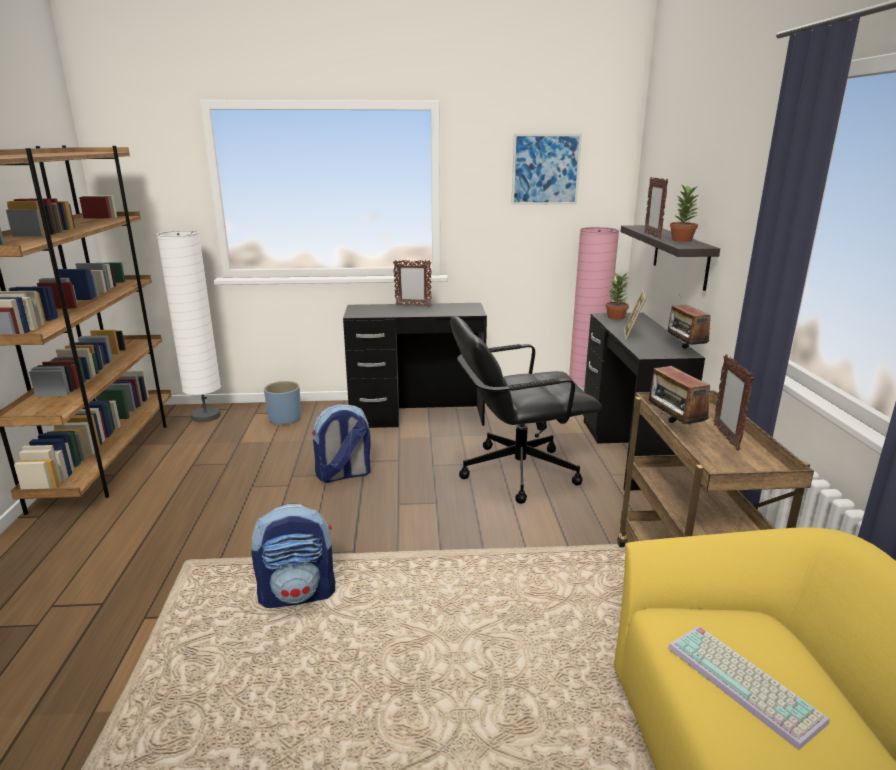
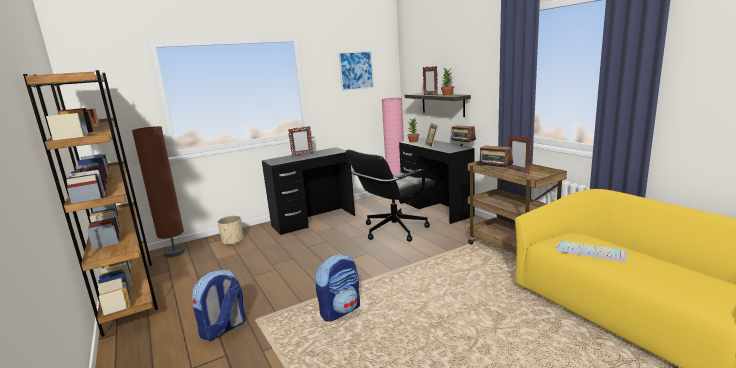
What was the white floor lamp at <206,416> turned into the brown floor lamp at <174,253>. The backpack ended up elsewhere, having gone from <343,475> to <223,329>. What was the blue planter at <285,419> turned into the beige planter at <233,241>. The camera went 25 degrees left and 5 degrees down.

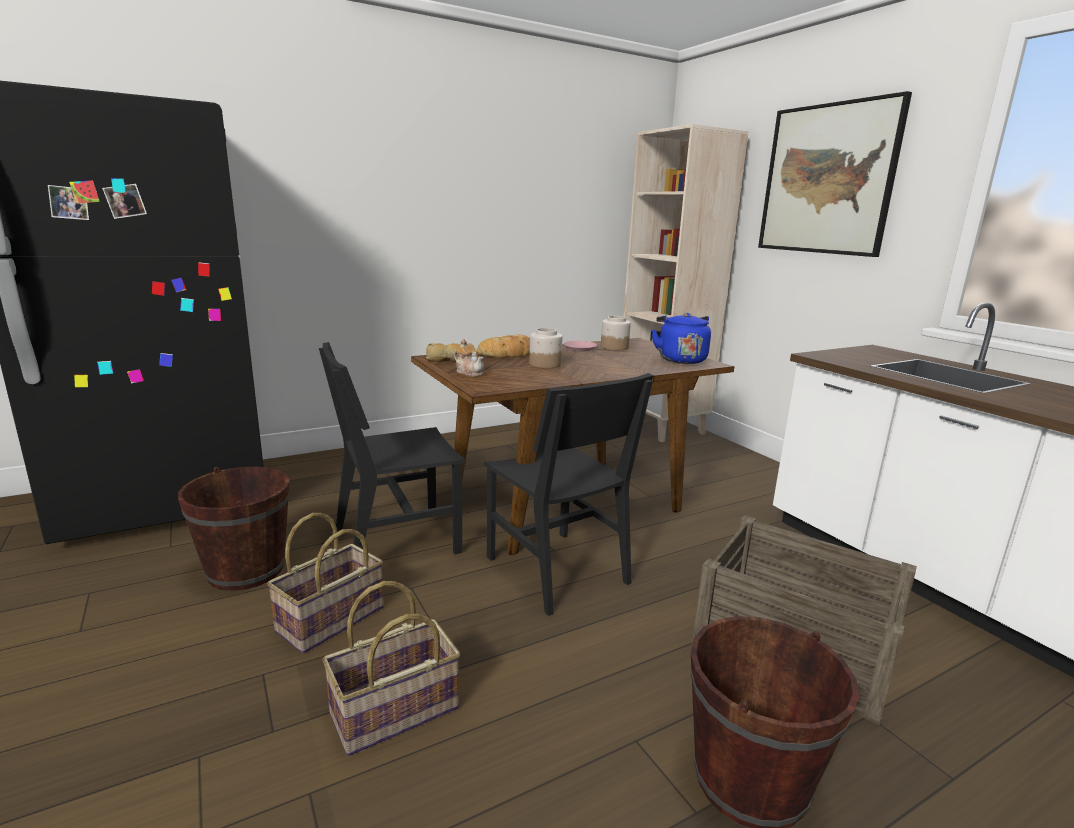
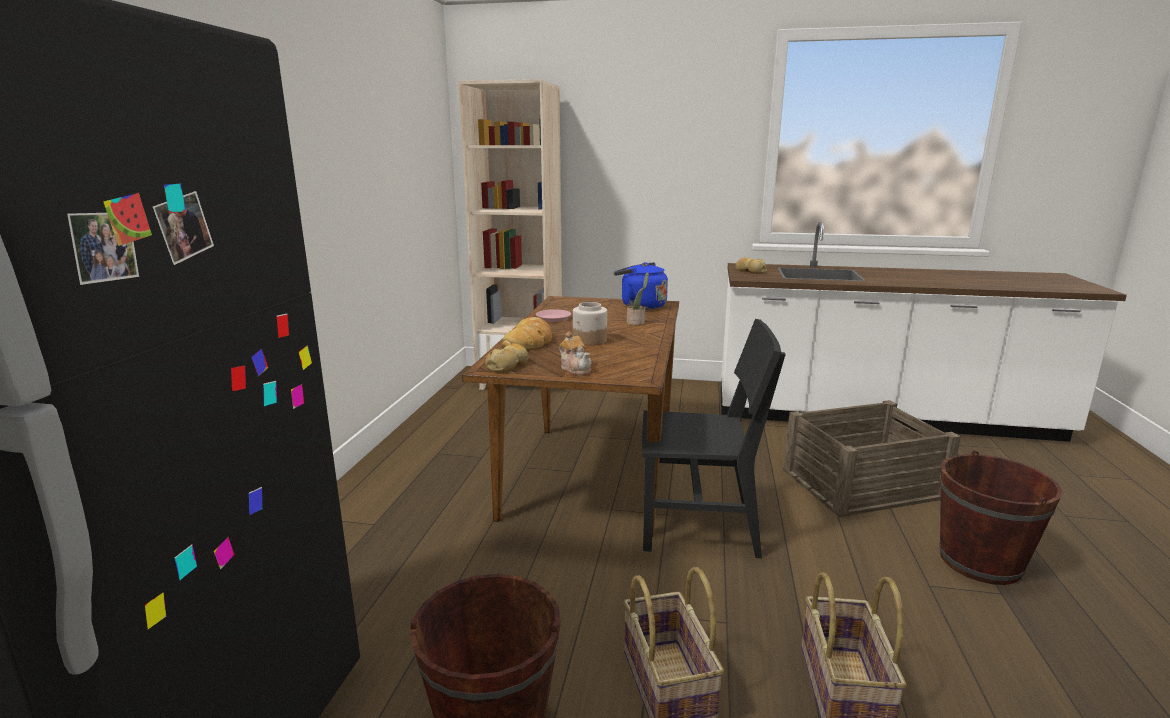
The teapot at <469,372> ended up facing another way, 60 degrees clockwise from before. The second view gained the potted plant at <637,323>. The second view gained the bread at <750,271>. The second view lost the black chair at <396,541>. The second view lost the jar at <614,347>. The second view lost the picture at <827,180>. The camera went 50 degrees left and 0 degrees up.

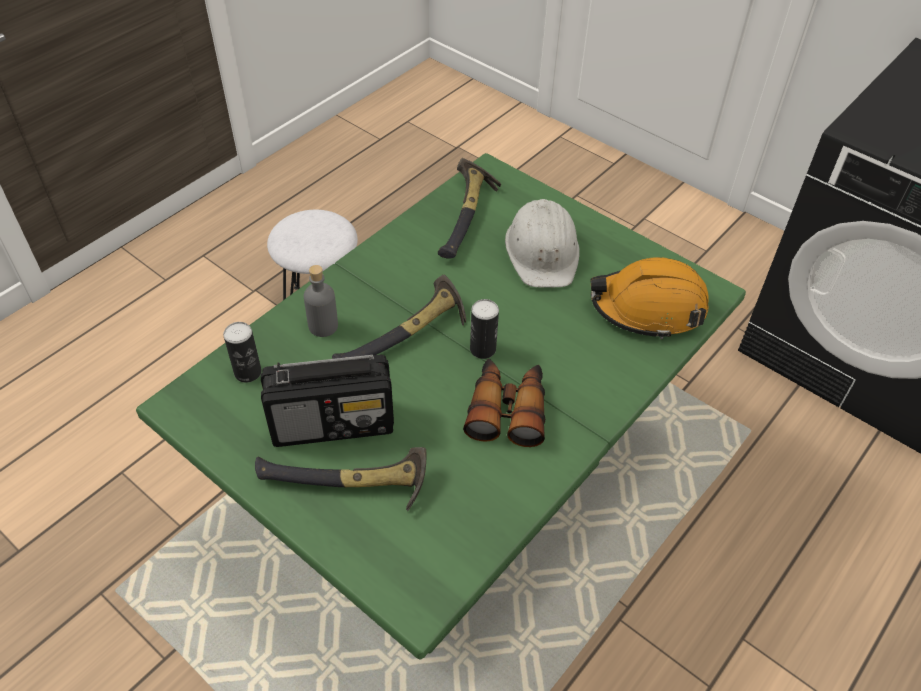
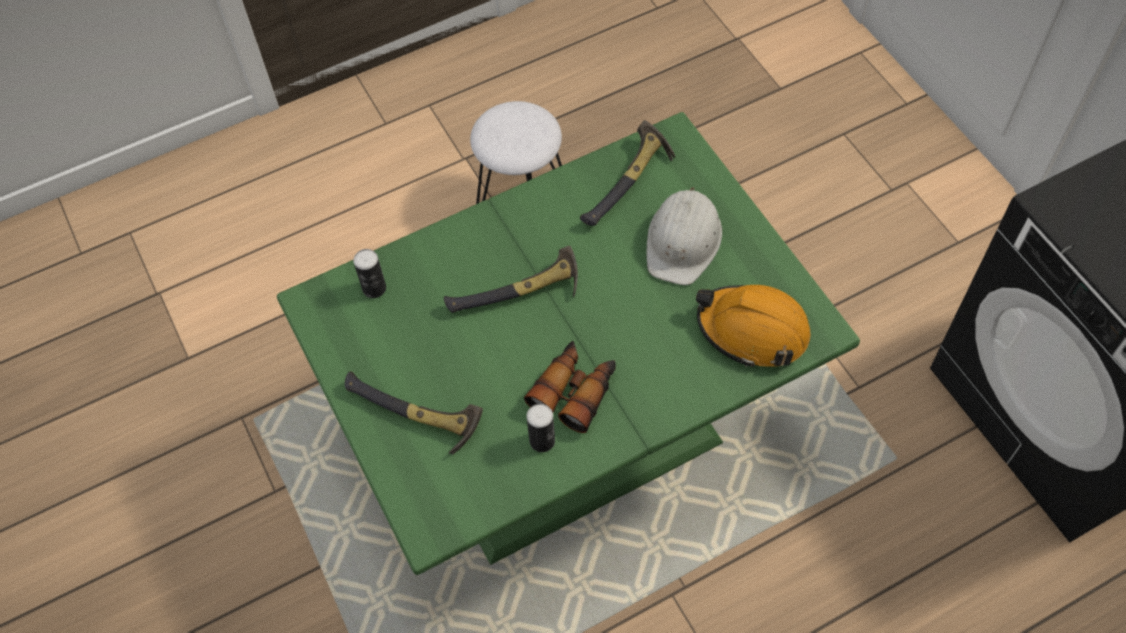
The can ended up elsewhere, having gone from <482,349> to <542,441>. The second view lost the radio at <334,424>. The second view lost the grey bottle at <323,326>. The camera went 25 degrees right and 10 degrees up.

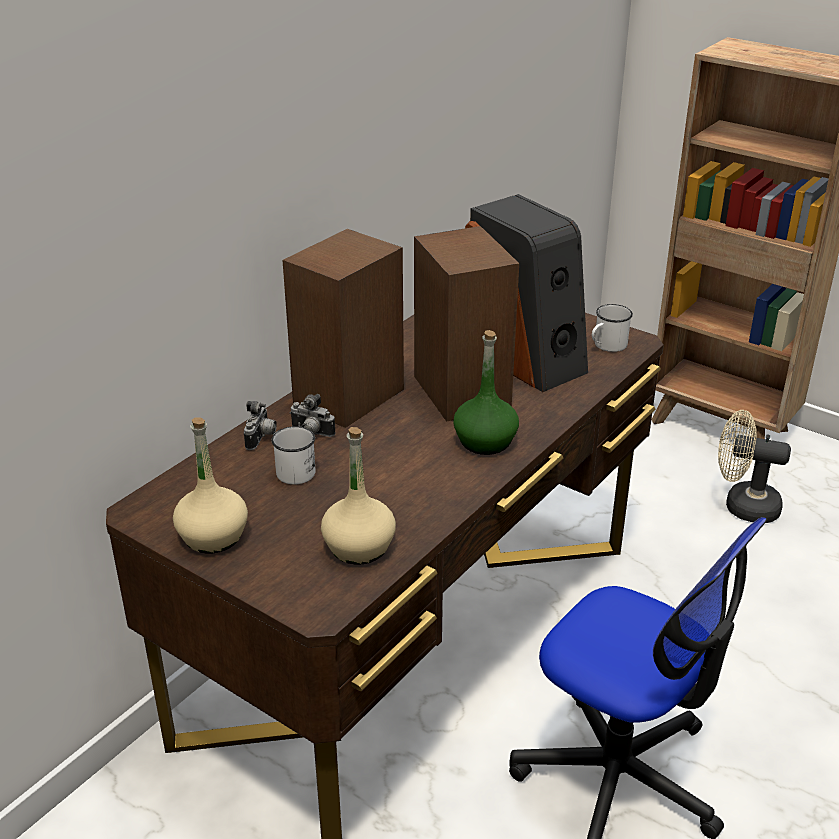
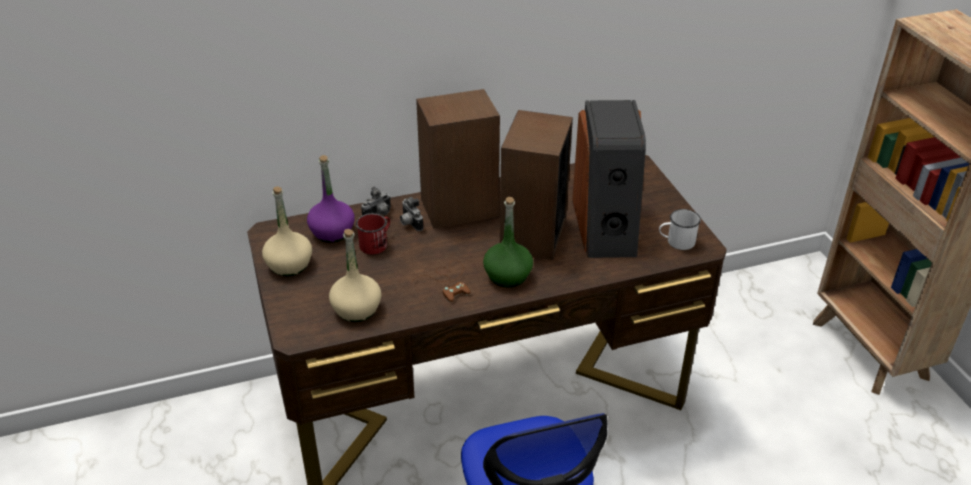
The second view gained the purple bottle at <332,232>. What was the white mug at <297,469> turned into the red mug at <376,243>. The second view gained the brown game controller at <448,281>. The second view lost the beige fan at <742,506>. The camera went 35 degrees right and 5 degrees up.

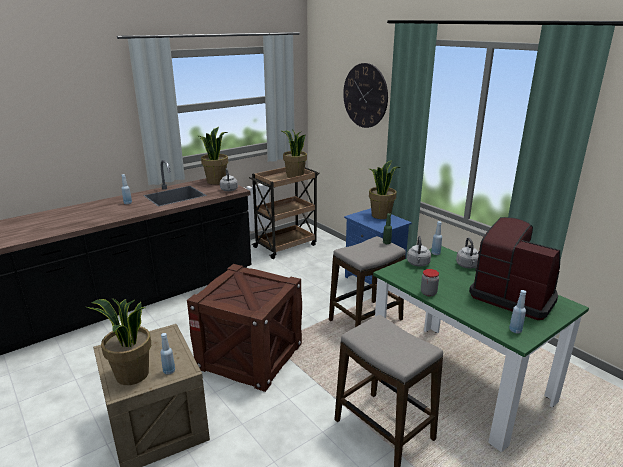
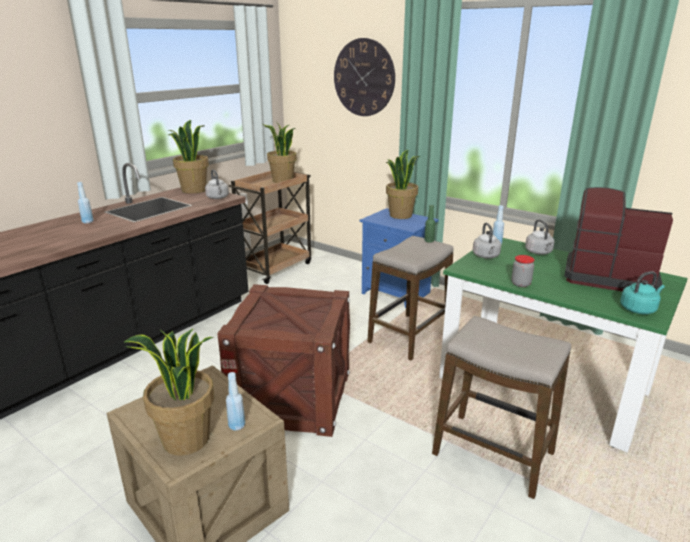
Where the blue bottle stood at <515,330>, the turquoise kettle came to stand at <639,309>. The camera went 15 degrees left and 0 degrees up.

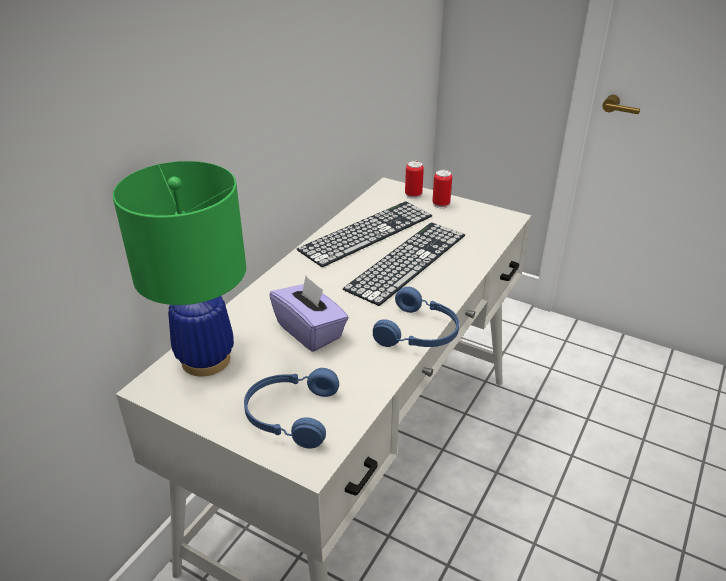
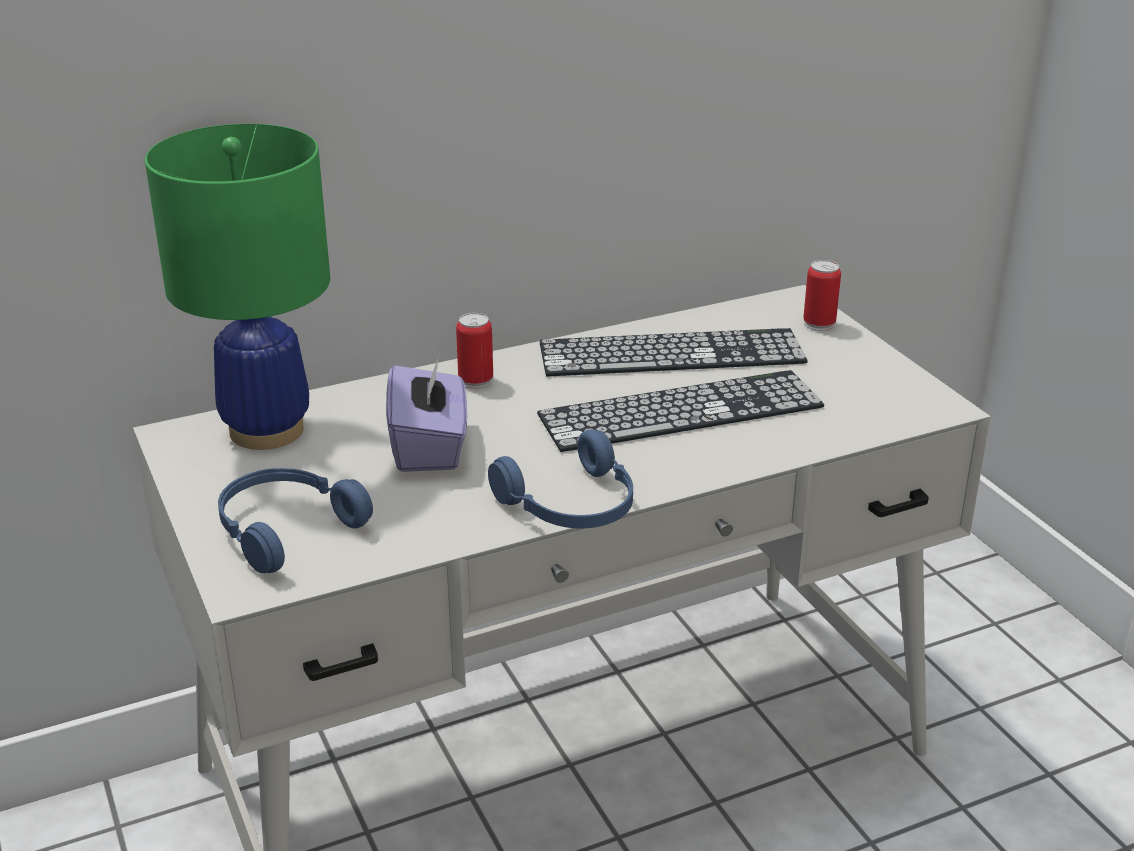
The can ended up elsewhere, having gone from <441,204> to <475,380>. The camera went 35 degrees right and 5 degrees down.

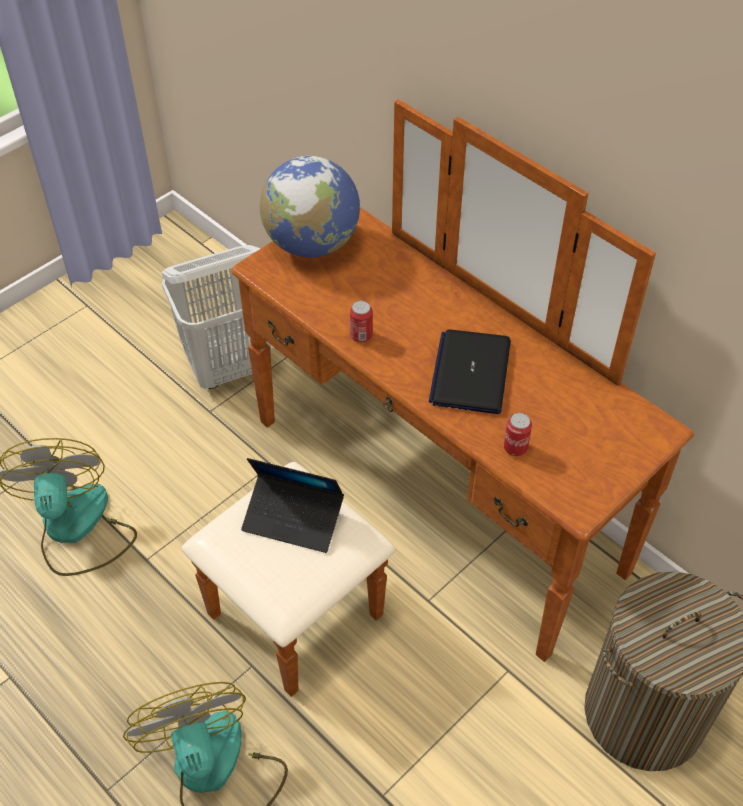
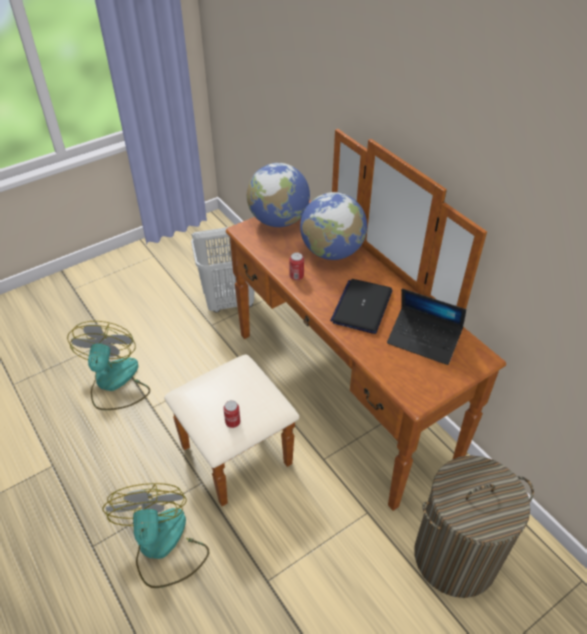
The can ended up elsewhere, having gone from <515,448> to <232,422>. The second view gained the globe at <332,252>. The laptop ended up elsewhere, having gone from <293,519> to <423,340>. The camera went 10 degrees right and 5 degrees down.

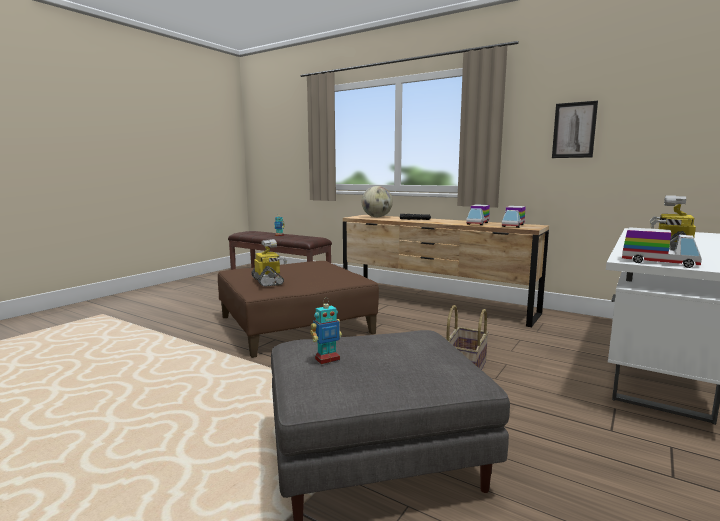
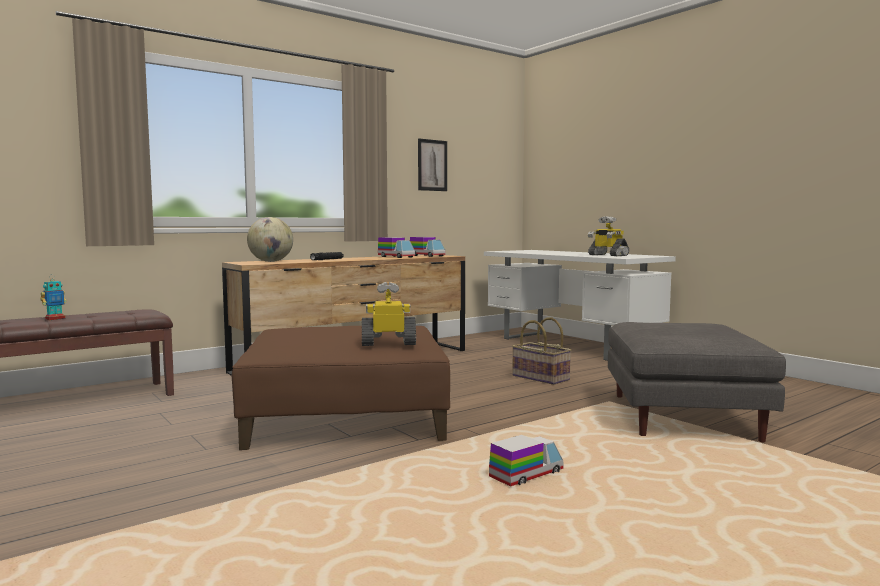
The toy truck ended up elsewhere, having gone from <659,262> to <526,475>. The second view lost the toy robot at <327,359>. The camera went 70 degrees left and 5 degrees down.

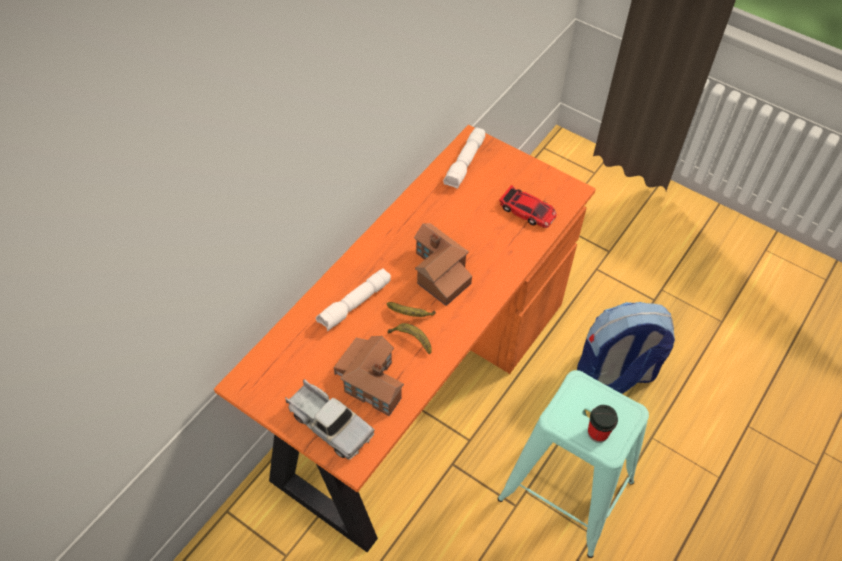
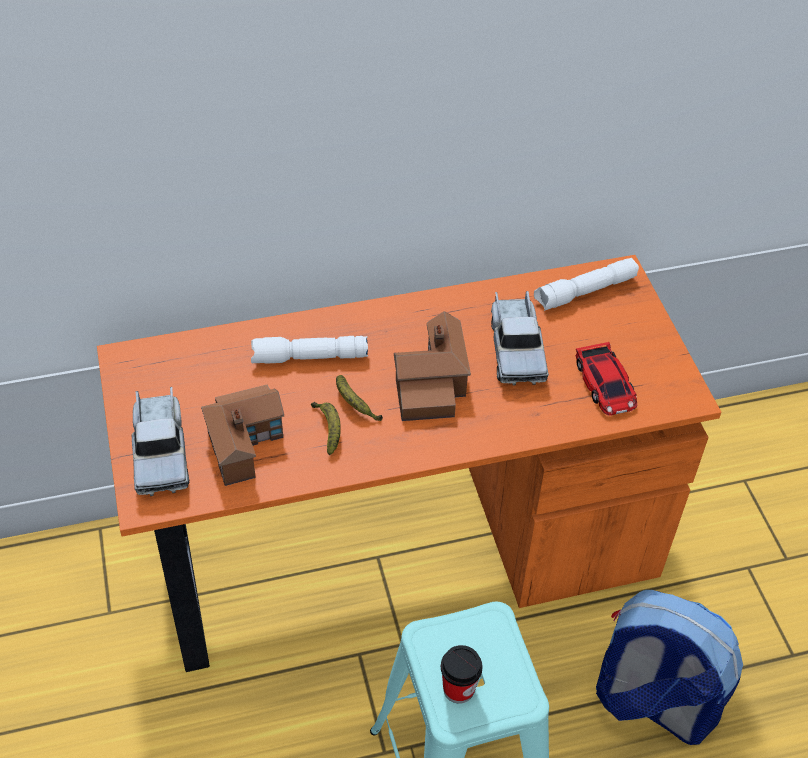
The second view gained the toy truck at <516,348>. The camera went 40 degrees right and 5 degrees down.

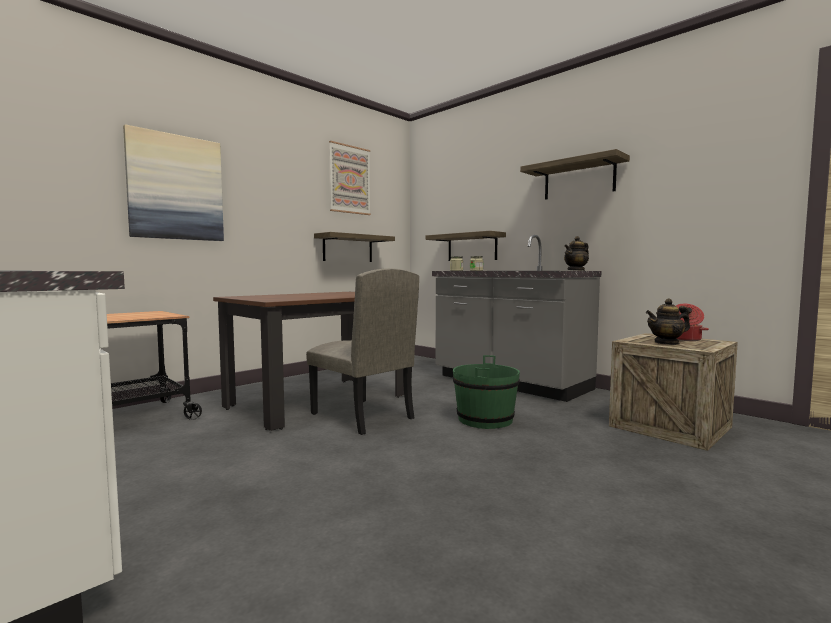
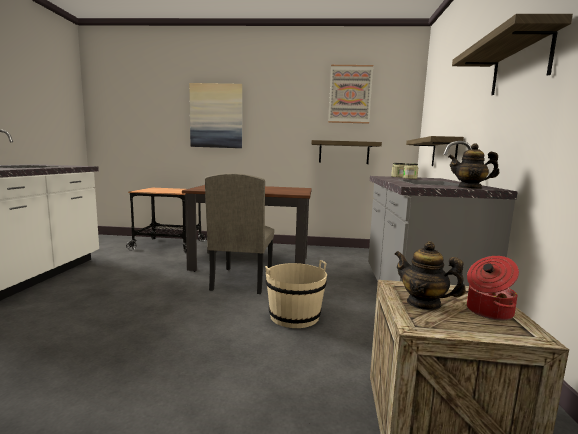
What was the green bucket at <485,419> turned into the beige bucket at <294,316>. The camera went 50 degrees right and 5 degrees up.

